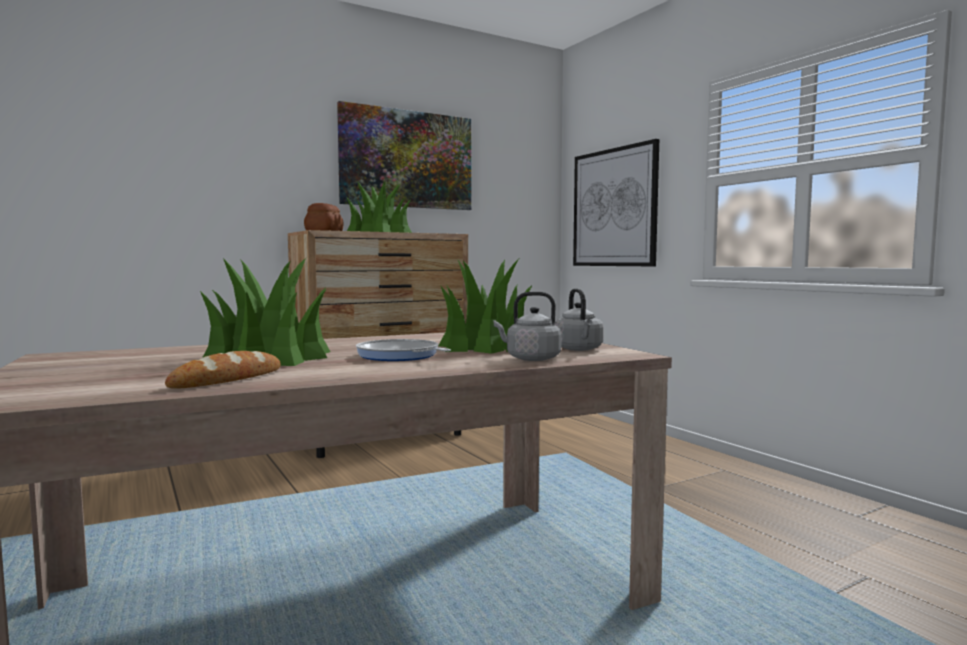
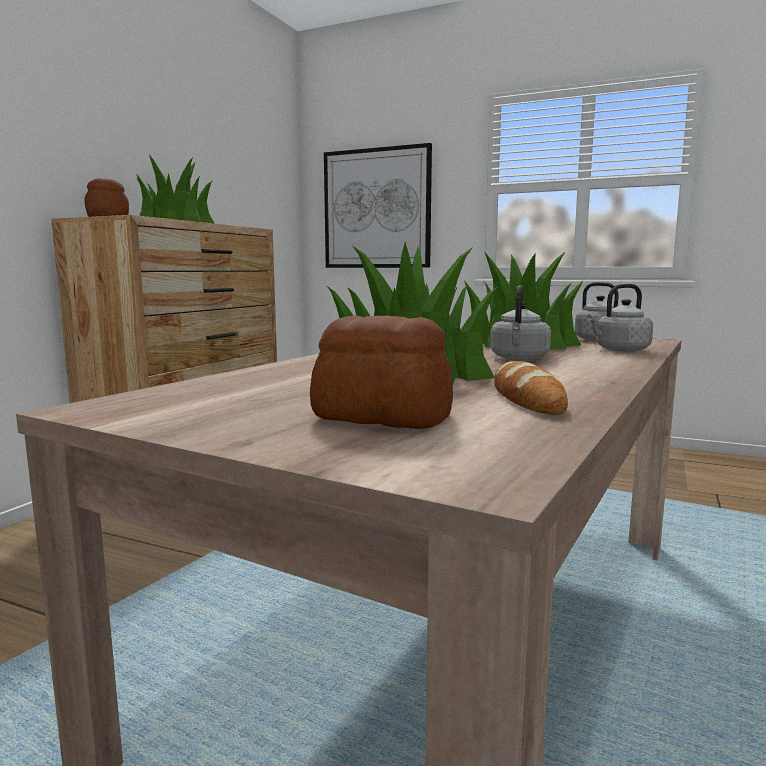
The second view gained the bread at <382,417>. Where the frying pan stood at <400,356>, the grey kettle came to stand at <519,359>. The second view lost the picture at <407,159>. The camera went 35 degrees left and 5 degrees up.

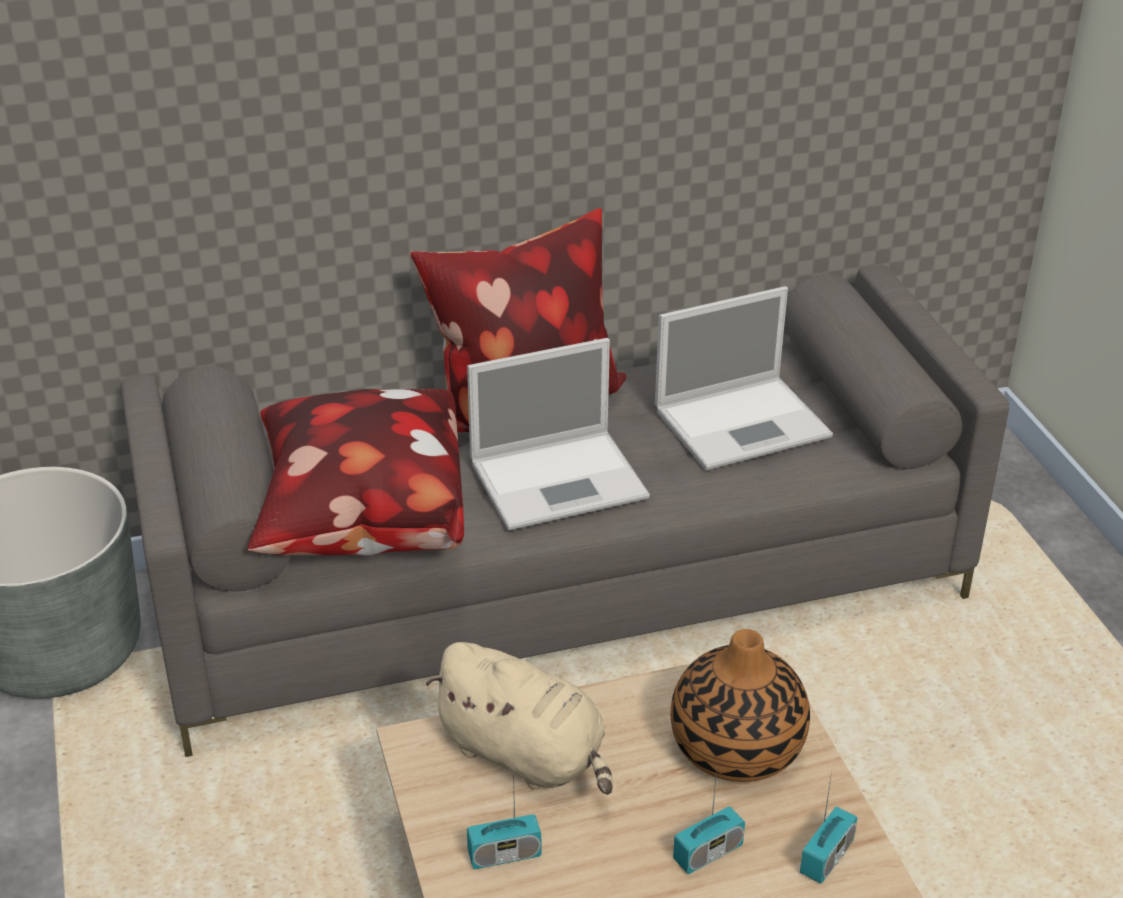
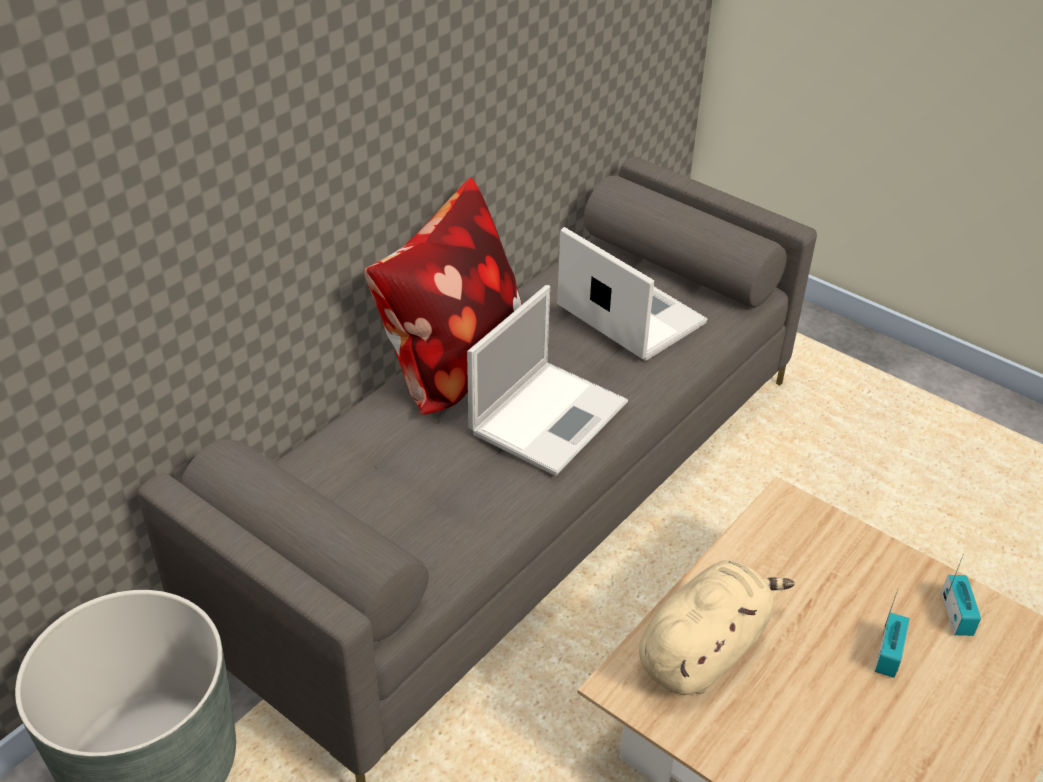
The laptop at <744,422> ended up facing another way, 75 degrees counterclockwise from before. The beige plush toy at <526,755> ended up facing another way, 45 degrees counterclockwise from before. The second view lost the pillow at <362,526>. The second view lost the radio at <504,855>. The second view lost the vase at <736,748>. The camera went 35 degrees left and 5 degrees up.

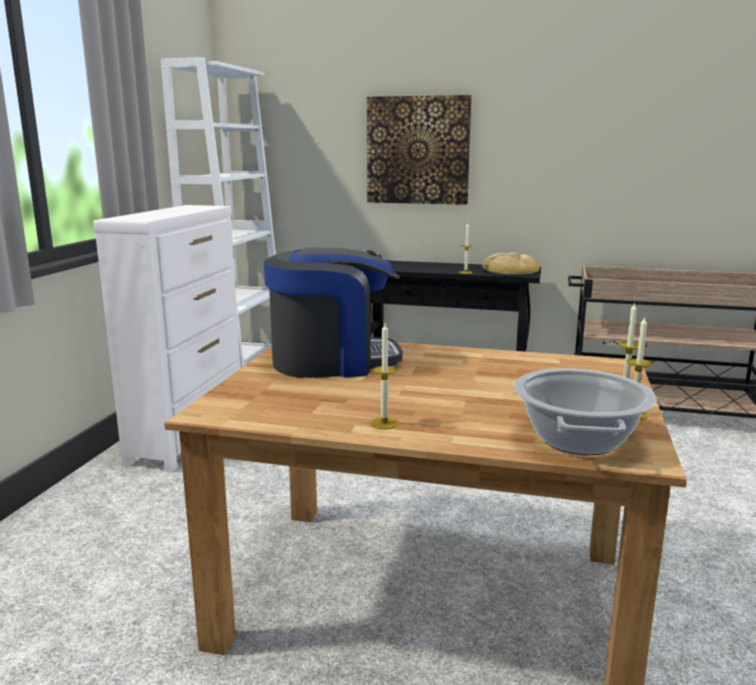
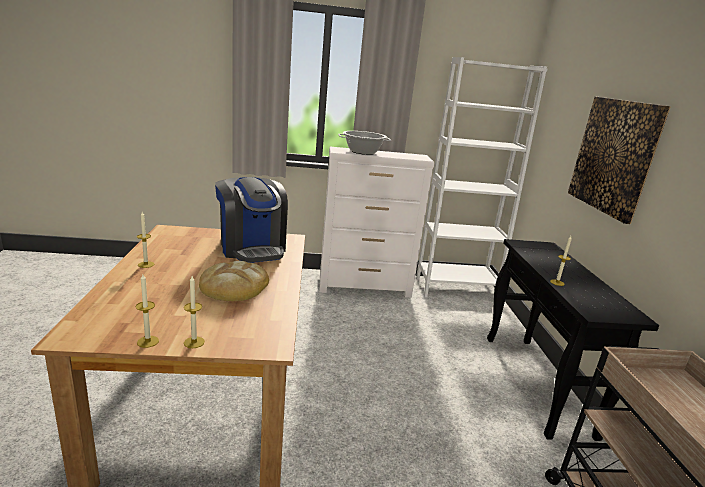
The bread ended up elsewhere, having gone from <510,270> to <234,286>. The cooking pot ended up elsewhere, having gone from <579,440> to <362,152>. The camera went 70 degrees right and 5 degrees up.

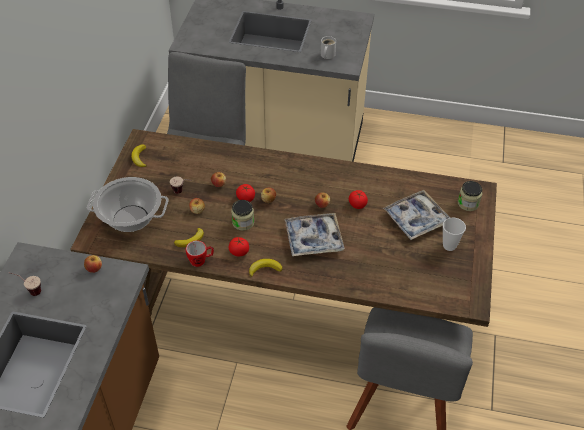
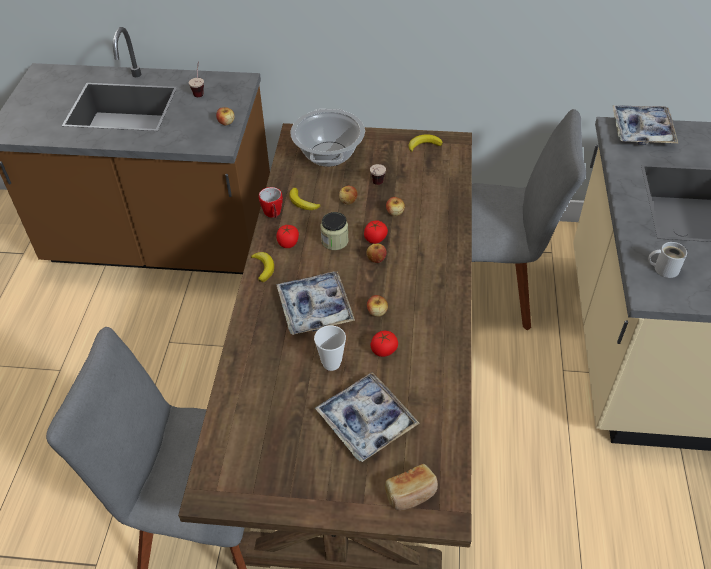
The cup ended up elsewhere, having gone from <449,246> to <331,363>. Where the jar stood at <468,203>, the bread came to stand at <411,493>. The second view gained the tray at <642,130>. The camera went 85 degrees right and 0 degrees up.

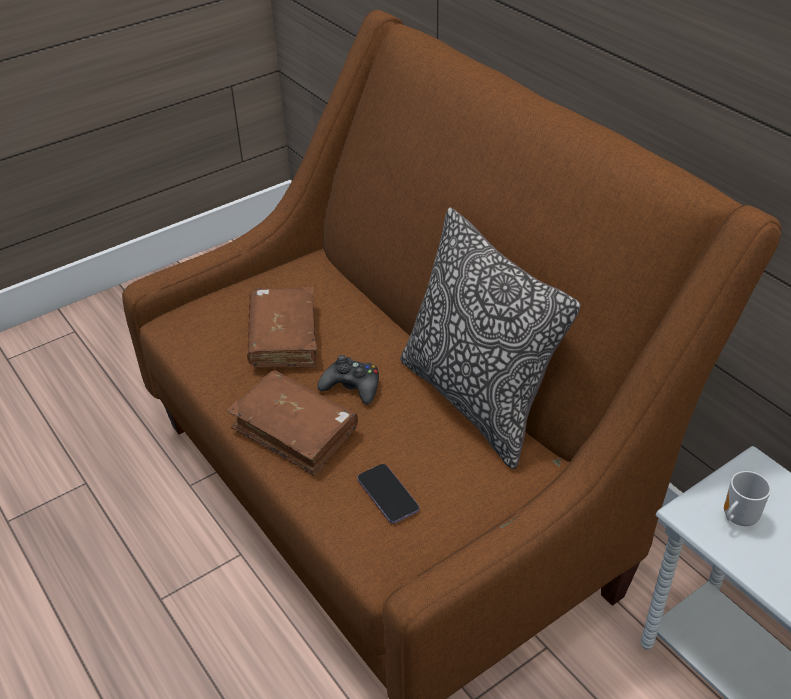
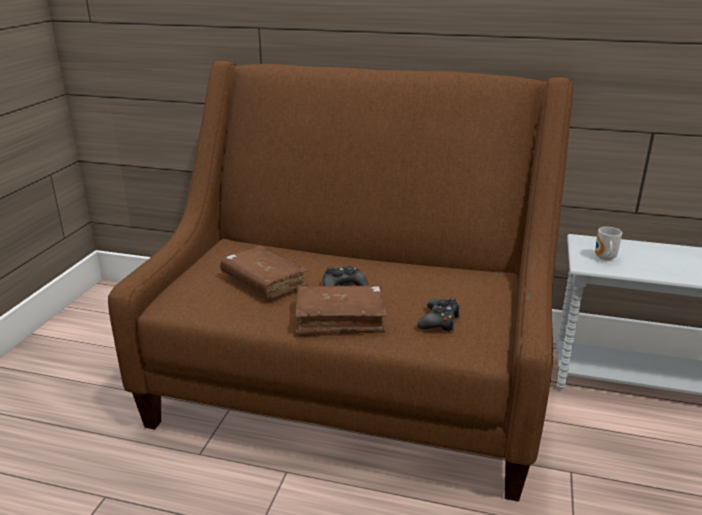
Where the phone stood at <388,495>, the black game controller came to stand at <439,321>. The second view lost the pillow at <476,401>. The camera went 40 degrees left and 15 degrees down.

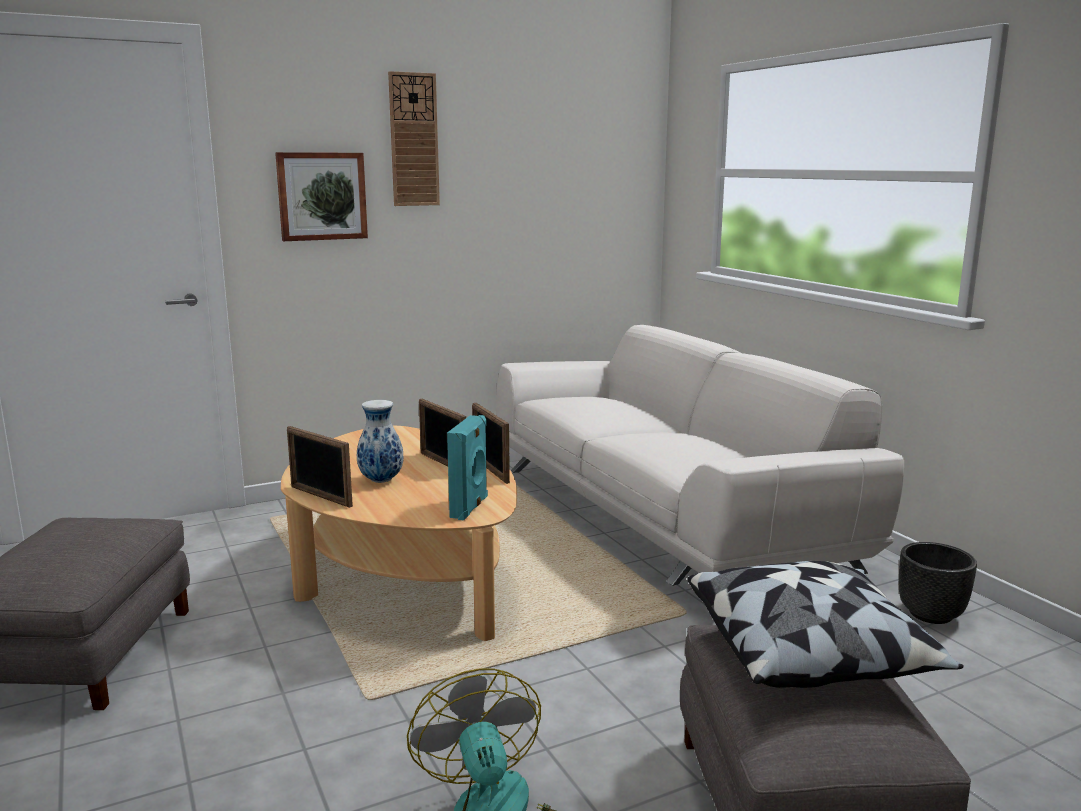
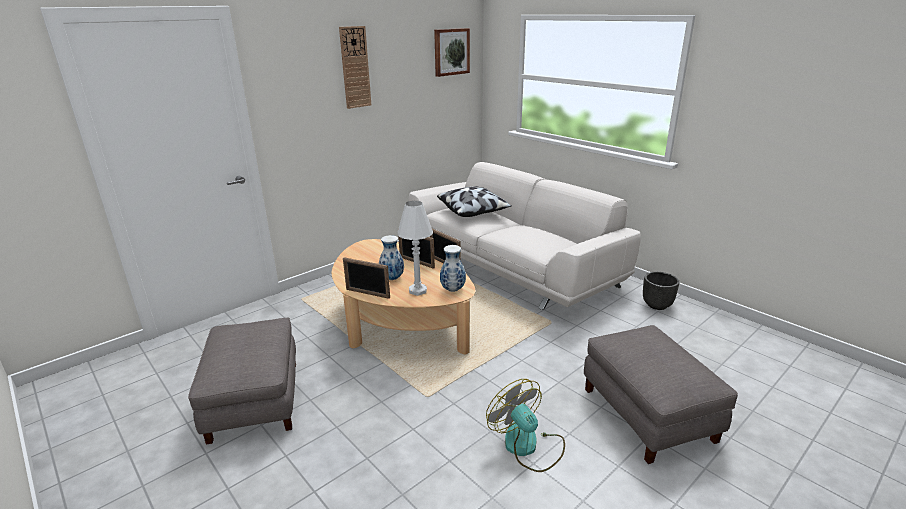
The second view gained the white table lamp at <418,291>. The picture ended up elsewhere, having gone from <321,196> to <451,52>. The pillow ended up elsewhere, having gone from <810,653> to <473,211>. Where the turquoise speaker stood at <470,508>, the vase came to stand at <452,289>. The camera went 15 degrees left and 10 degrees up.

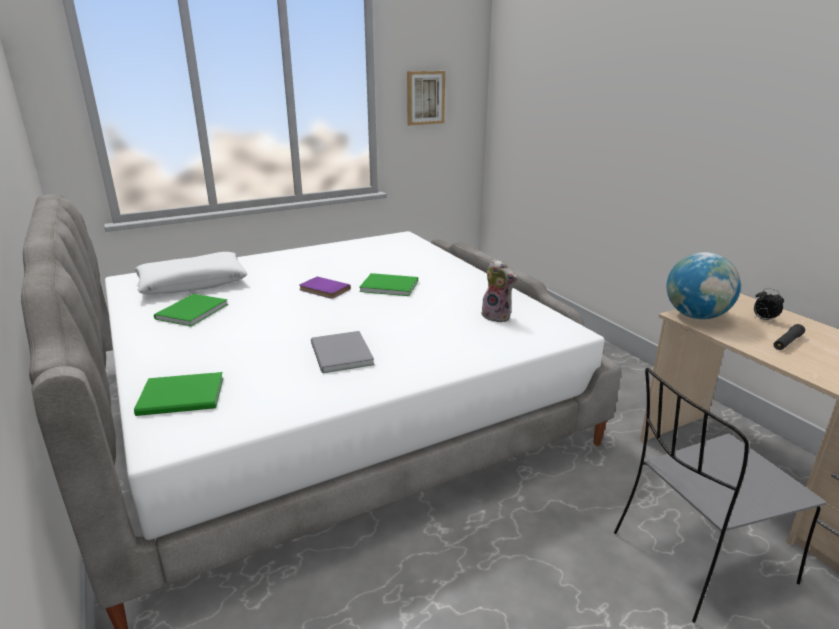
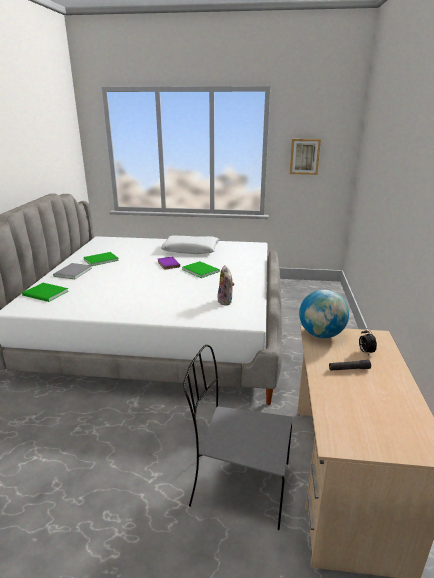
The grey book ended up elsewhere, having gone from <340,355> to <72,272>. The white pillow ended up elsewhere, having gone from <192,283> to <190,250>. The camera went 35 degrees right and 0 degrees up.

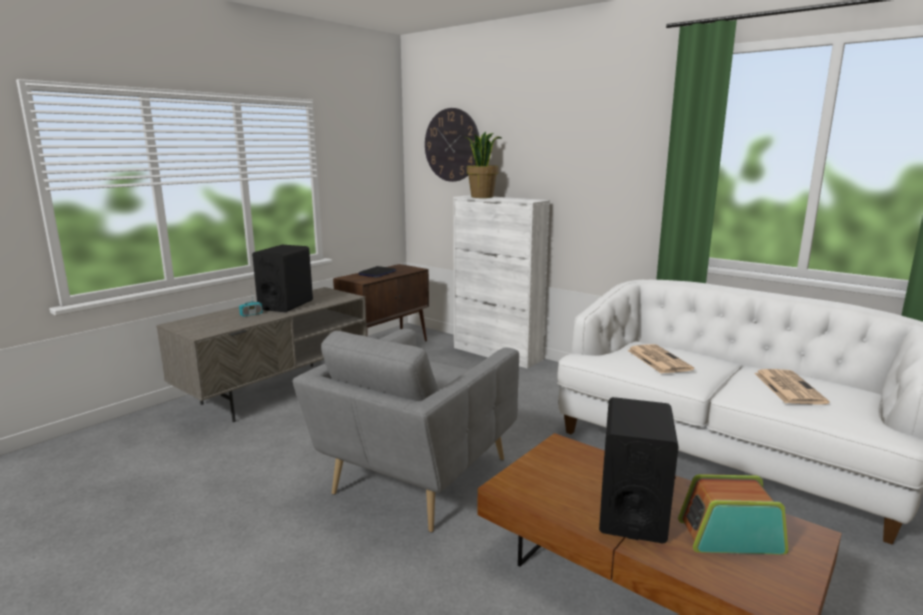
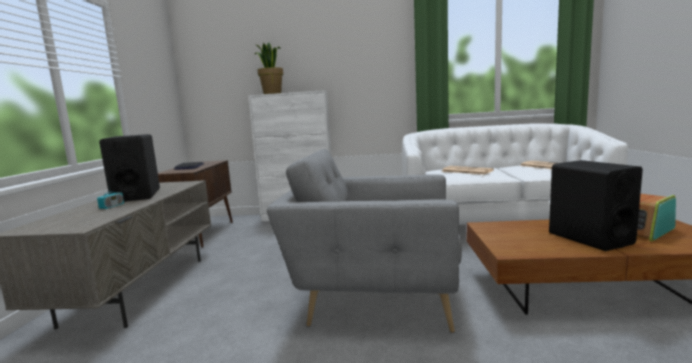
The grey armchair at <415,479> ended up facing another way, 105 degrees clockwise from before. The second view lost the wall clock at <452,145>. The camera went 35 degrees left and 5 degrees down.

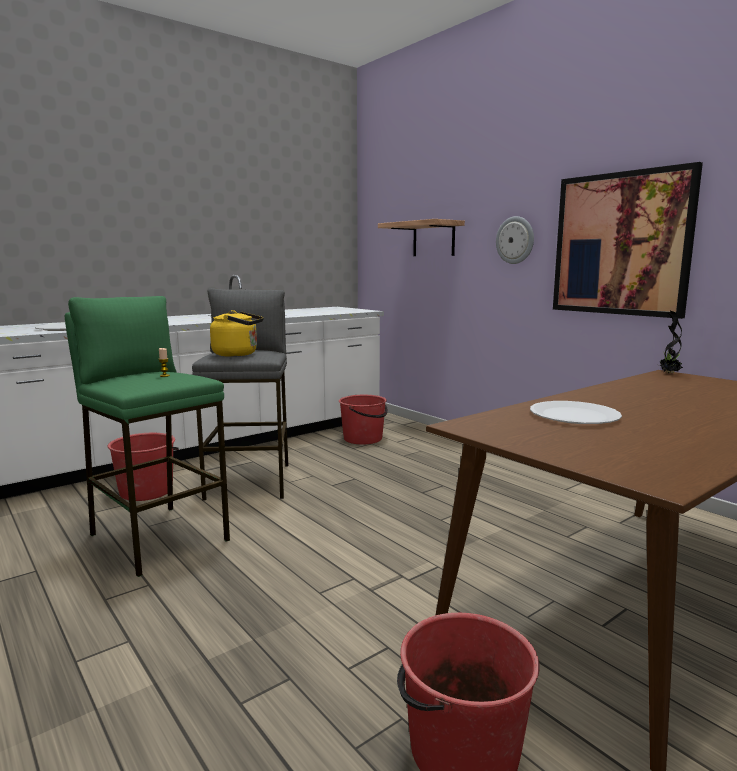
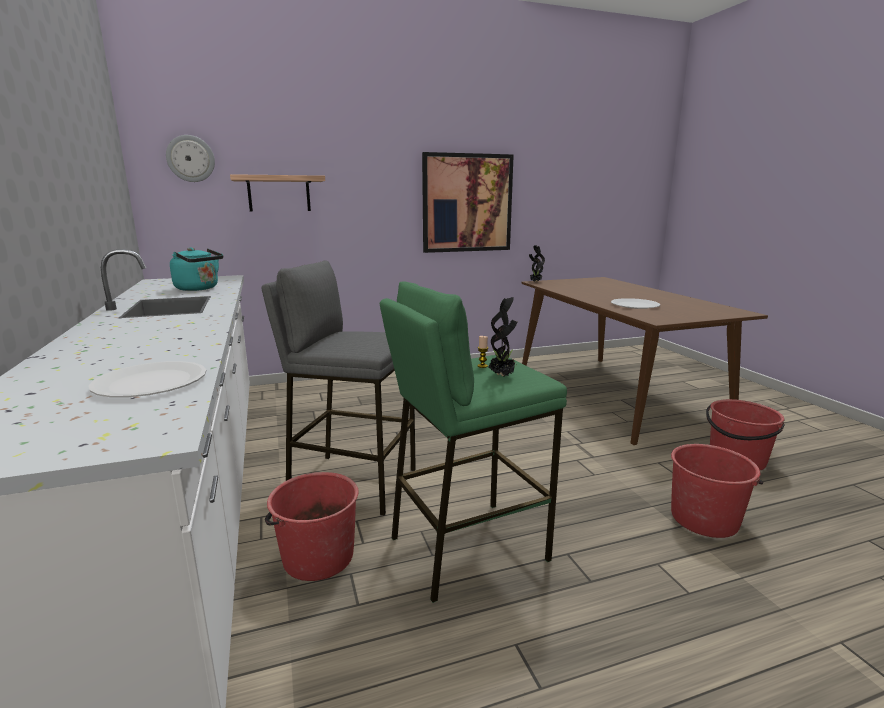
The wall clock ended up elsewhere, having gone from <515,240> to <190,158>. The second view gained the turquoise kettle at <199,289>. The second view gained the potted plant at <502,376>. The red bucket ended up elsewhere, having gone from <363,439> to <704,518>. The second view lost the yellow kettle at <238,354>. The camera went 70 degrees left and 5 degrees up.

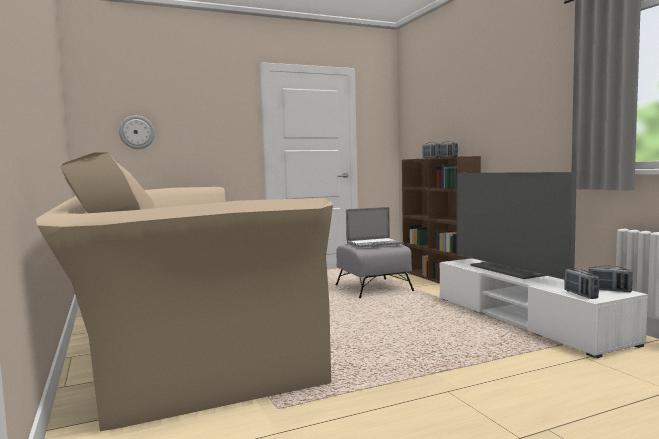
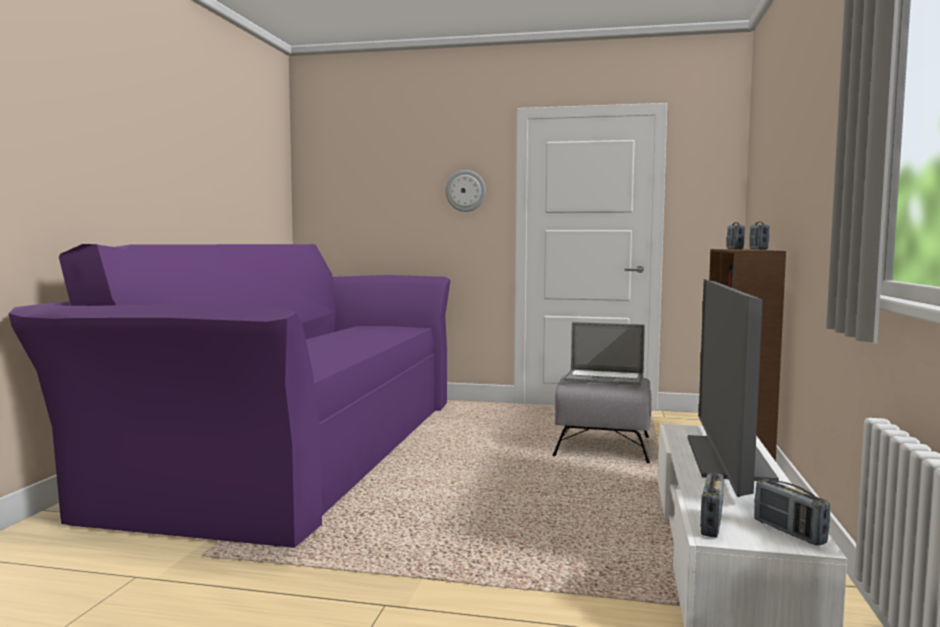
What was the beige sofa at <174,331> turned into the purple sofa at <292,447>. The wall clock ended up elsewhere, having gone from <137,132> to <465,191>. The camera went 35 degrees right and 0 degrees up.

